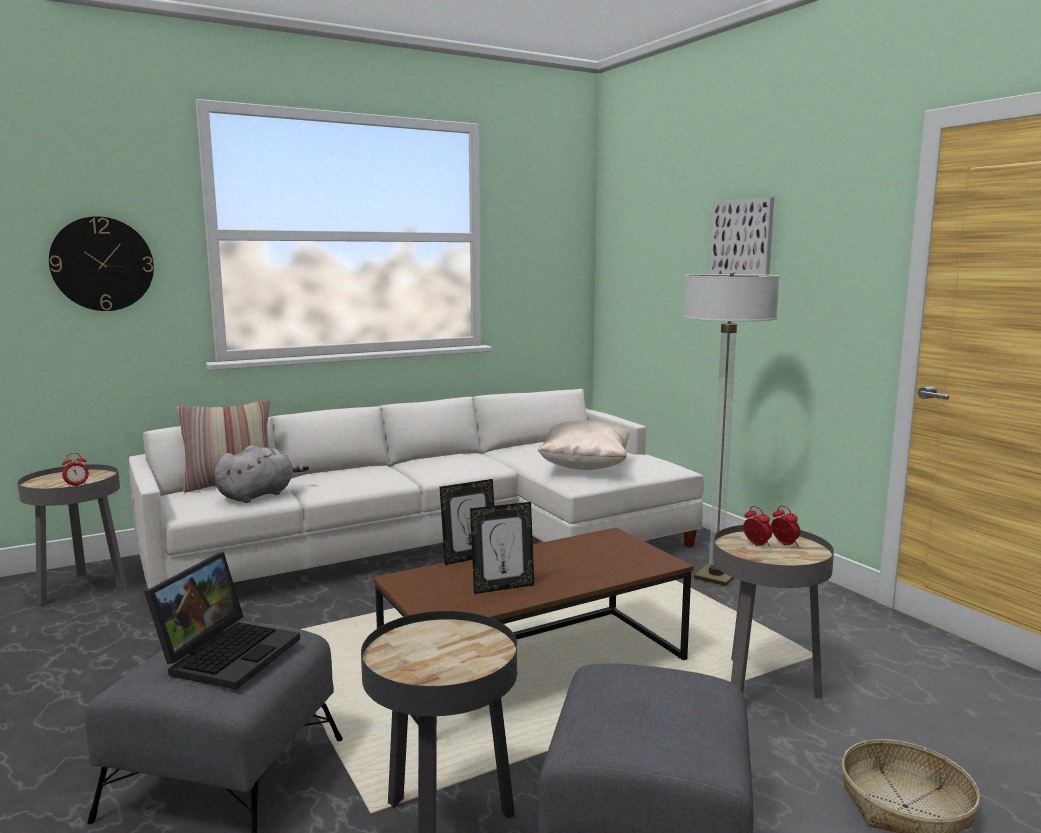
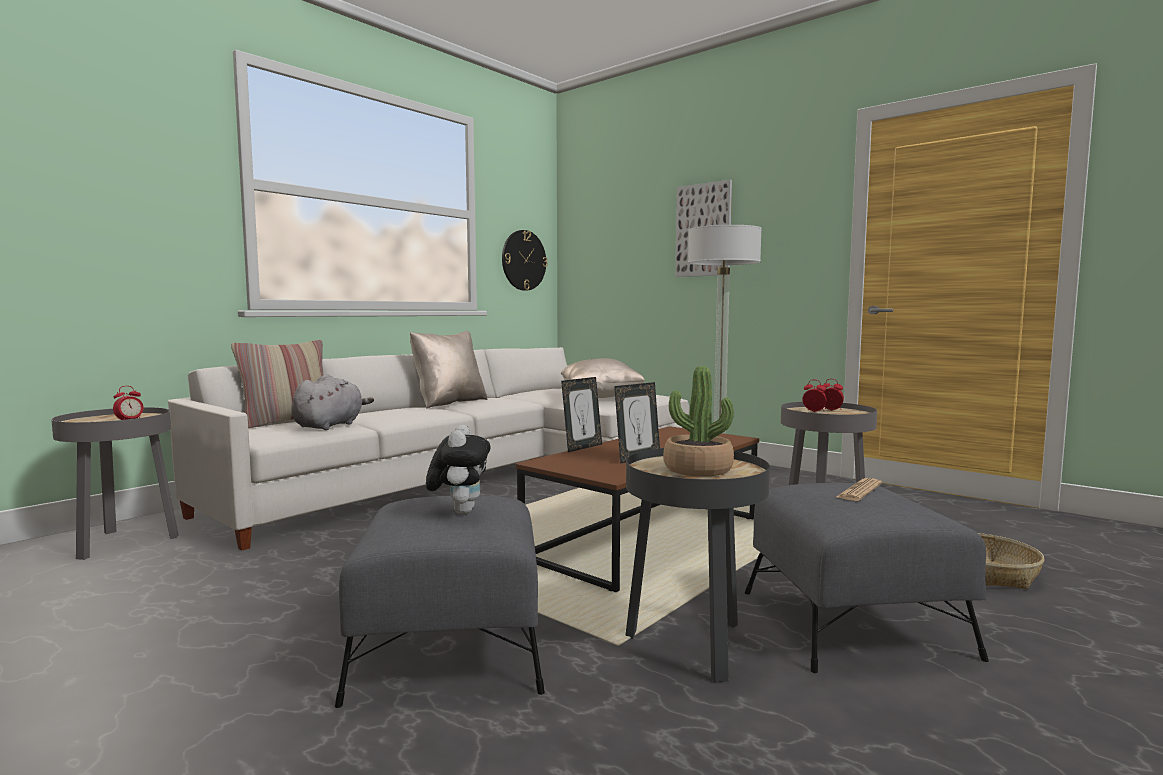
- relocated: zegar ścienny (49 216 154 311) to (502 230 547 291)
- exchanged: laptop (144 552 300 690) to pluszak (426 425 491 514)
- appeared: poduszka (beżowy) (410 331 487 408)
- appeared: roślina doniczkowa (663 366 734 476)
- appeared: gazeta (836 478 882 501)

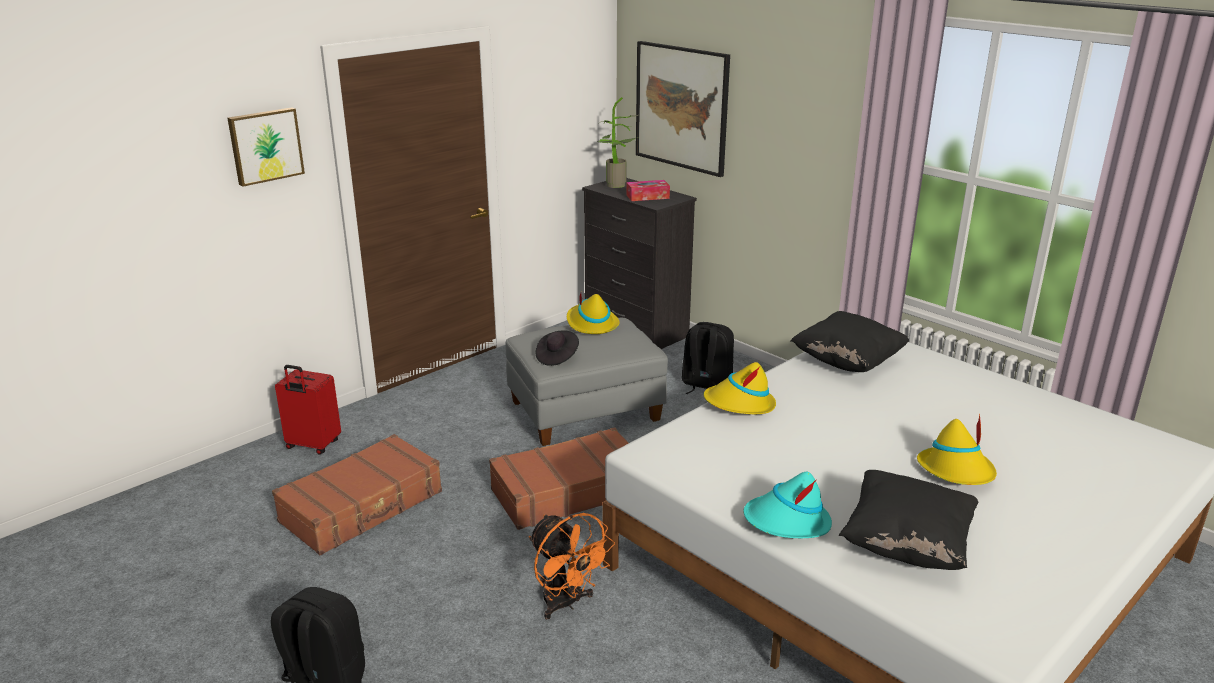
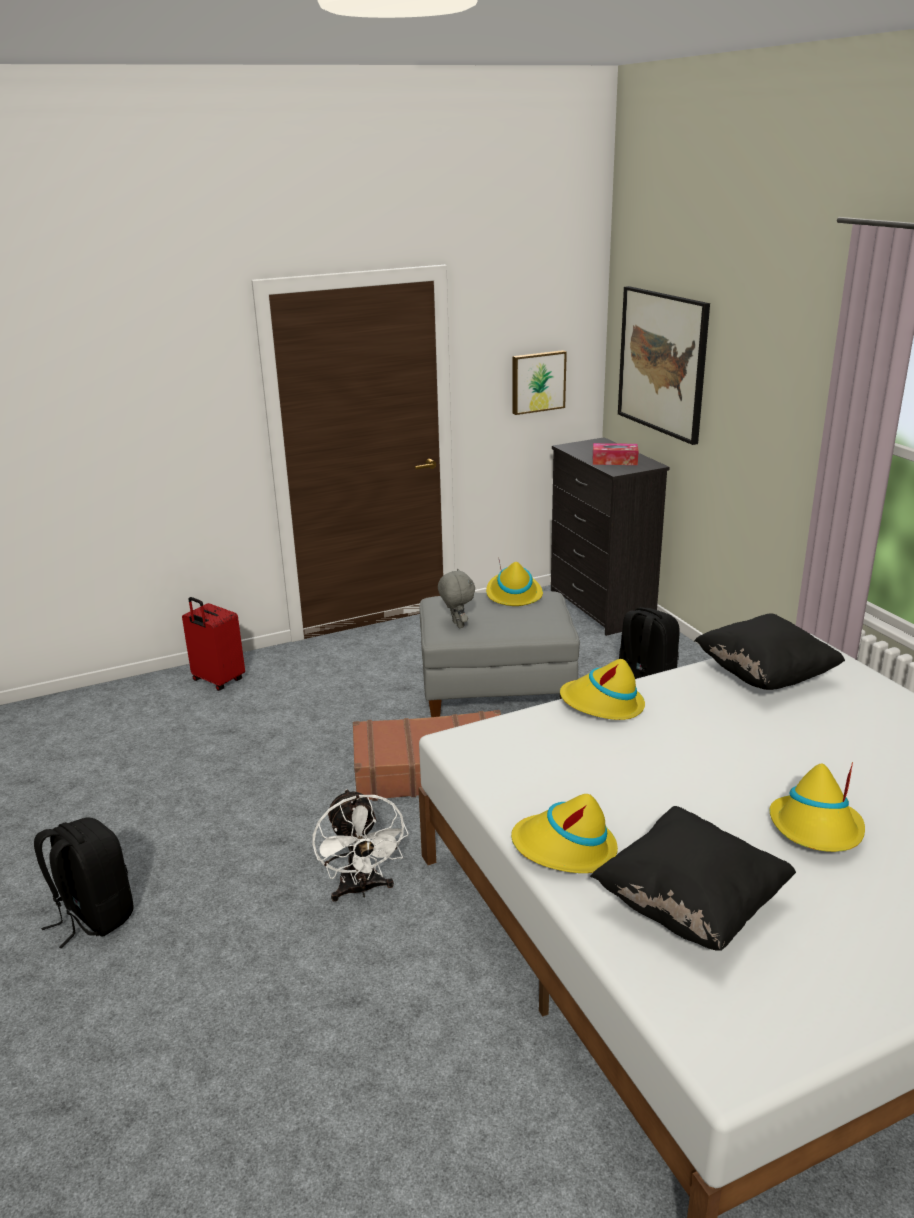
- relocated: obraz (228 107 305 187) to (512 350 567 415)
- missing: walizka (brązowy) (272 434 442 555)
- colour: wentylator (pomarańczowy) (529 513 615 619) to wentylator (biały) (312 789 409 902)
- exchanged: kapelusz (czarny) (535 331 579 366) to pluszak (szary) (438 568 475 628)
- missing: roślina doniczkowa (599 97 638 188)
- colour: kapelusz (turkusowy) (743 472 832 538) to kapelusz (żółty) (511 794 618 873)

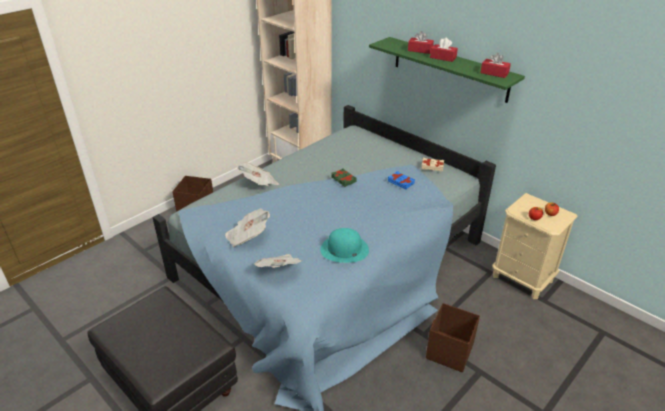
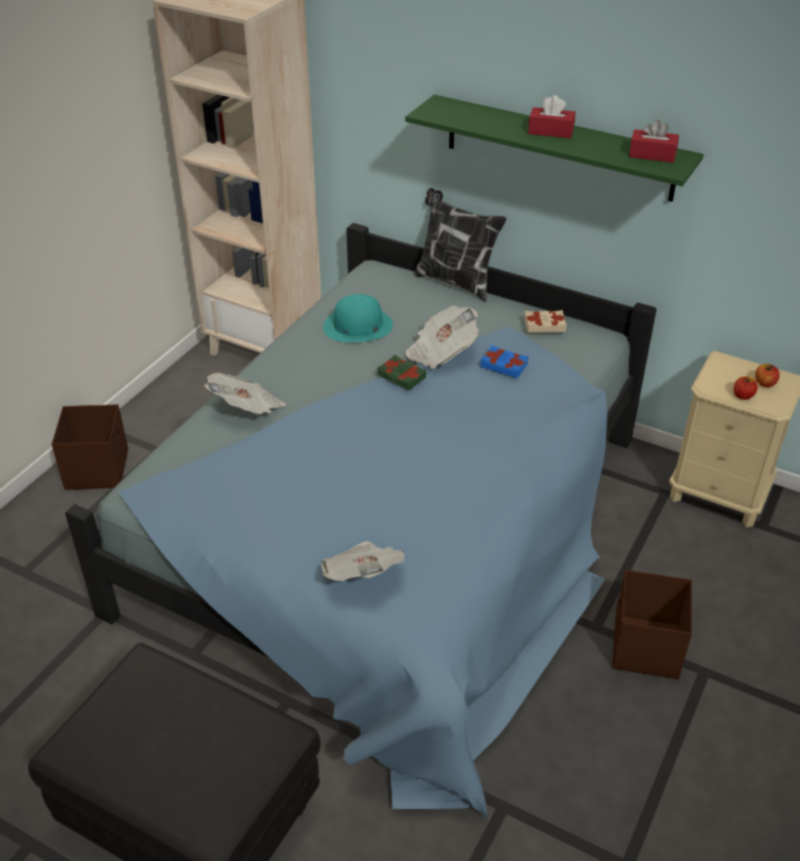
- relocated: gazeta (225 208 270 247) to (405 305 479 369)
- relocated: kapelusz (turkusowy) (320 228 369 263) to (323 294 393 342)
- missing: pudełko chusteczek (czerwony) (408 31 434 54)
- appeared: poduszka (414 188 507 302)

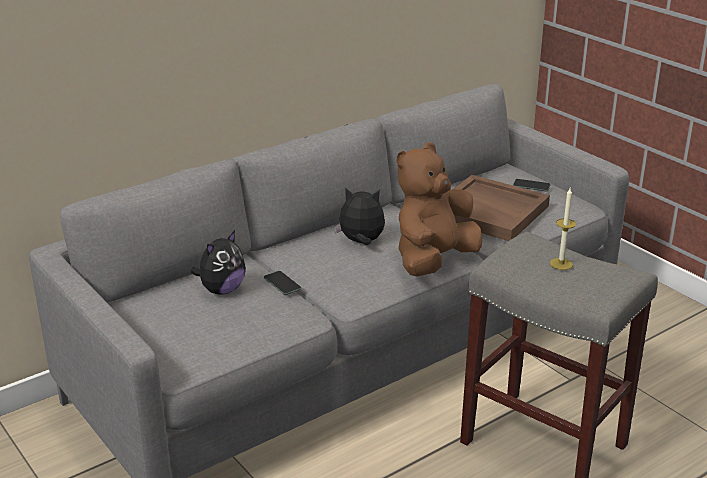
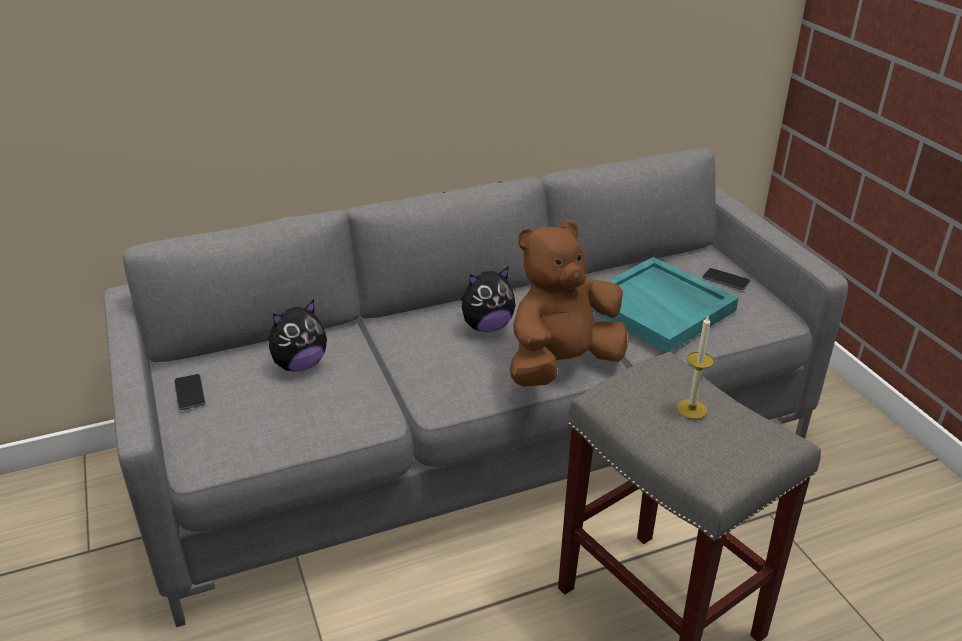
- relocated: telefon (264 271 302 295) to (174 374 205 410)
- spun: pluszak (334 187 385 245) = (461 266 516 332) 135 degrees clockwise
- colour: taca (brązowy) (453 175 550 241) to taca (turkusowy) (591 257 739 353)

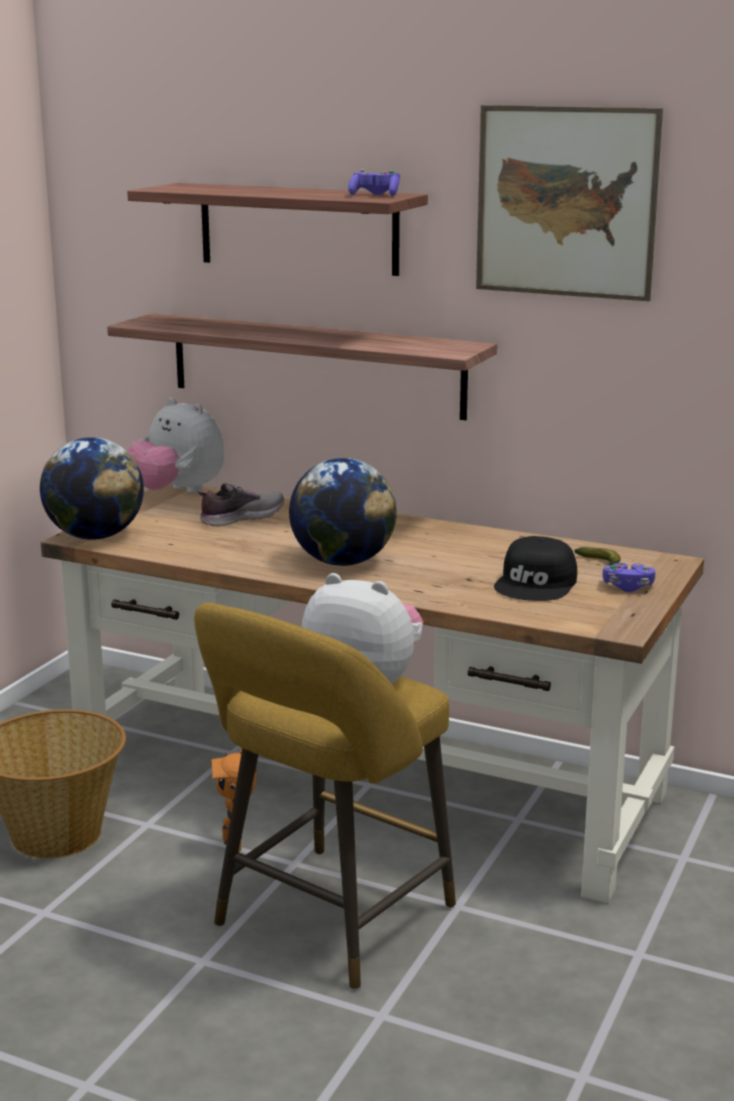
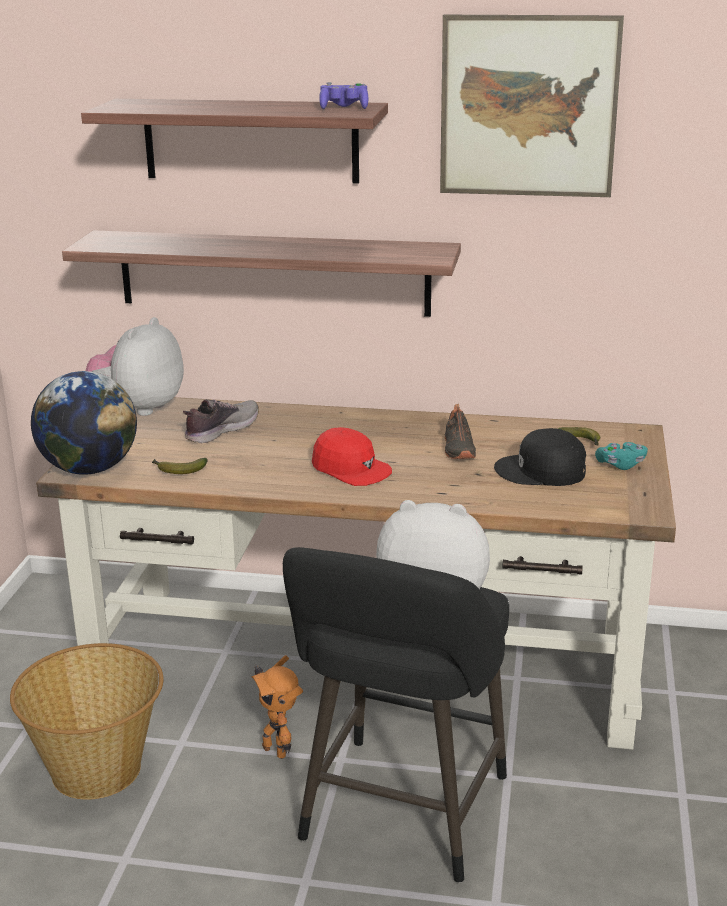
- spun: pluszak (128 398 225 494) = (85 317 184 416) 90 degrees clockwise
- colour: stołek (żółty) (194 603 456 990) to stołek (czarny) (283 547 509 883)
- exchanged: globus (289 458 397 566) to czapka z daszkiem (czerwony) (312 427 392 486)
- spun: czapka z daszkiem (czarny) (494 536 577 601) = (494 428 586 486) 90 degrees clockwise
- colour: pad do gier (fioletowy) (602 562 655 592) to pad do gier (turkusowy) (595 442 648 470)
- appeared: banan (152 458 208 474)
- appeared: but (czarny) (445 404 476 459)

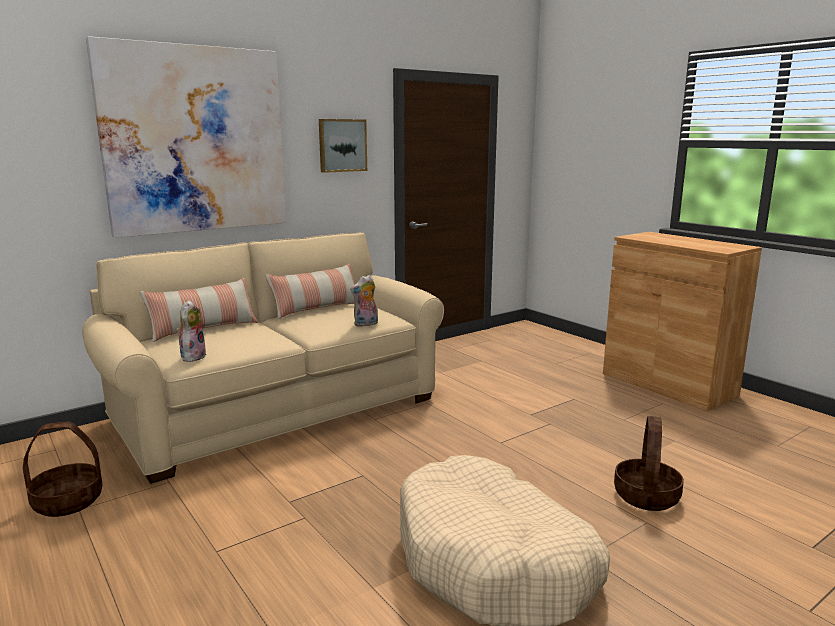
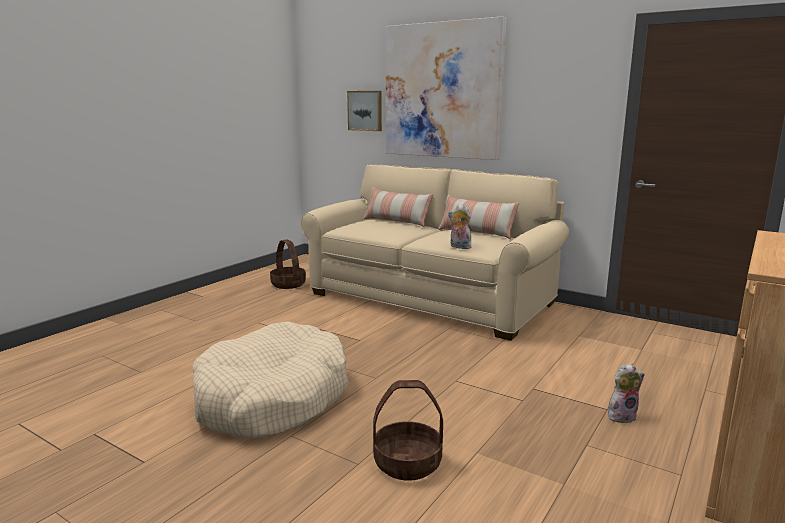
- relocated: pluszak (176 300 207 362) to (608 364 645 423)
- relocated: obraz (319 119 367 173) to (347 91 382 131)

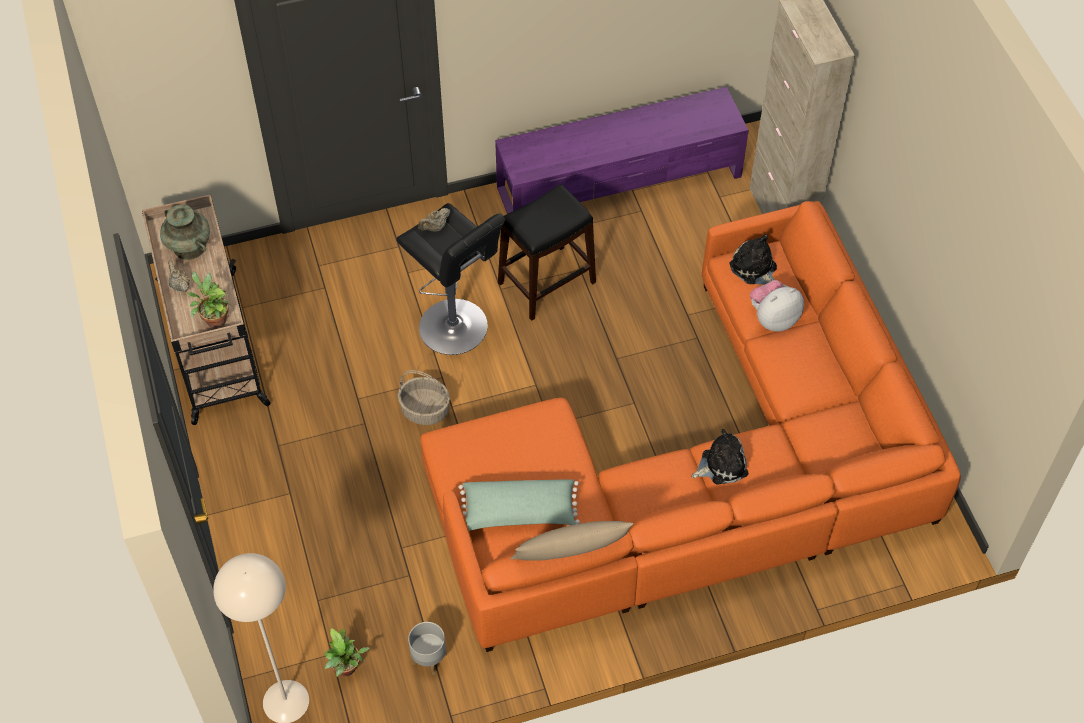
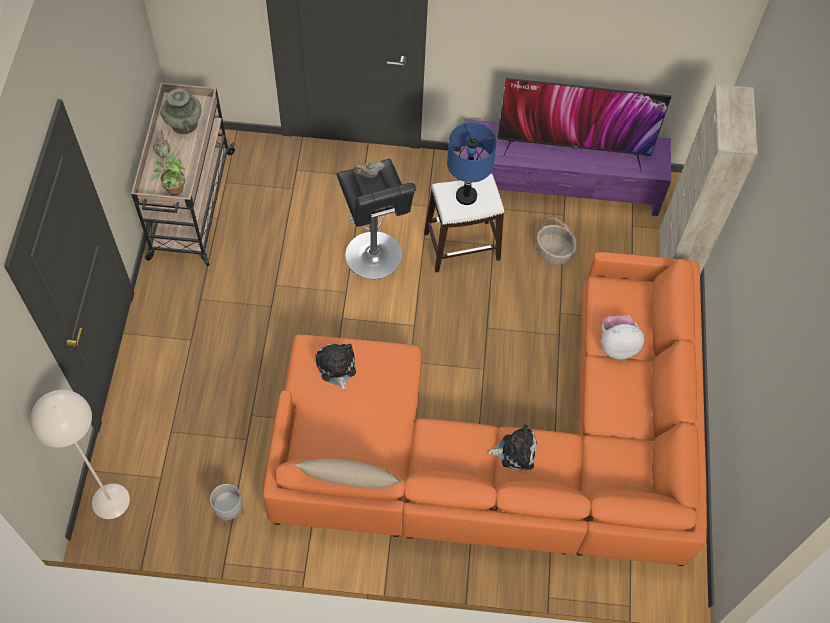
- missing: roślina doniczkowa (324 628 370 677)
- relocated: koszyk (397 370 450 425) to (537 217 577 265)
- missing: poduszka (zielony) (458 479 580 531)
- colour: stołek (czarny) (498 184 596 321) to stołek (biały) (424 174 504 273)
- relocated: pluszak (730 234 777 285) to (316 344 356 391)
- appeared: lampa stołowa (niebieski) (447 122 497 205)
- appeared: telewizor (497 78 671 172)

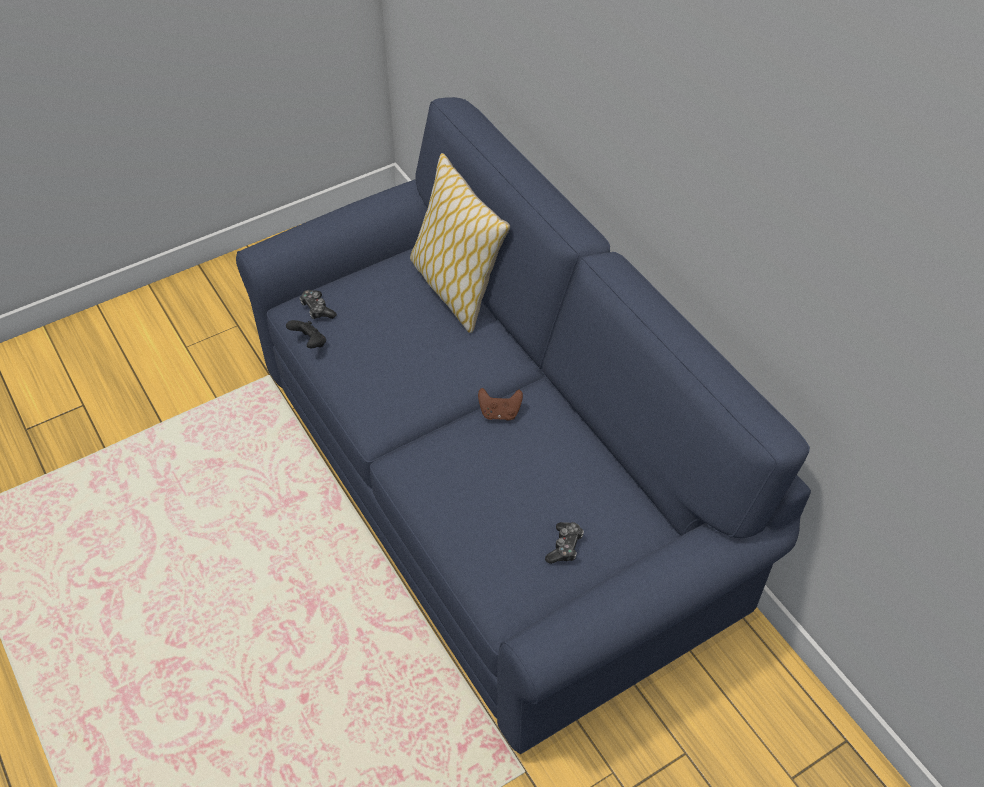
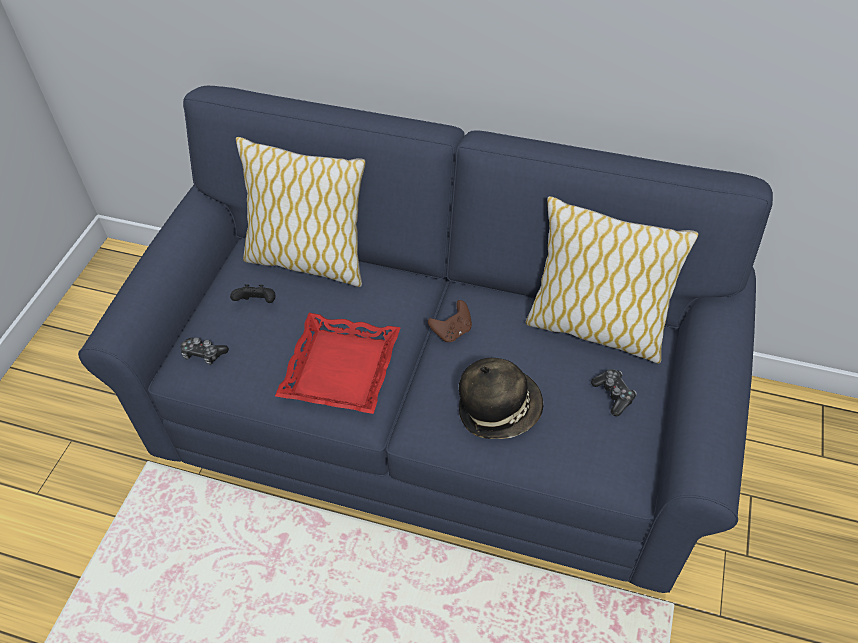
- relocated: pad do gier (czarny) (286 320 326 348) to (230 284 275 303)
- appeared: taca (czerwony) (275 313 401 414)
- appeared: kapelusz (459 358 543 439)
- appeared: poduszka (526 196 698 364)

